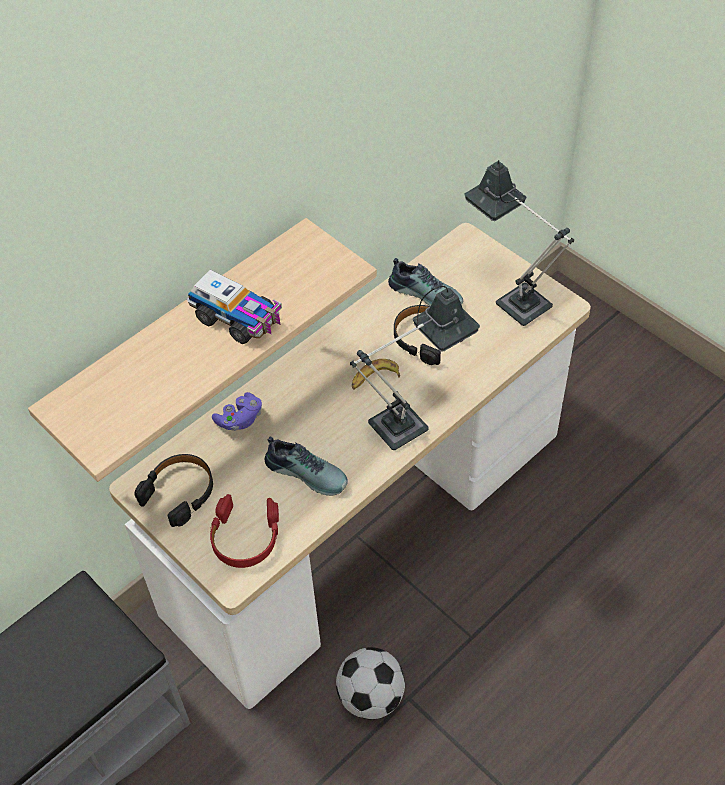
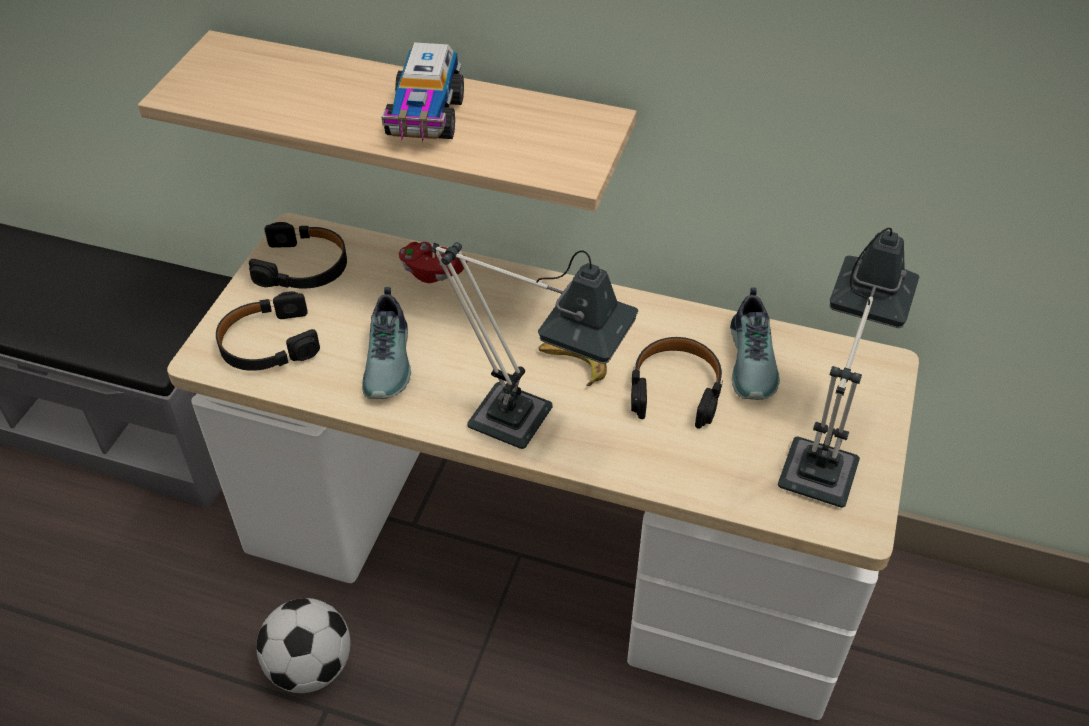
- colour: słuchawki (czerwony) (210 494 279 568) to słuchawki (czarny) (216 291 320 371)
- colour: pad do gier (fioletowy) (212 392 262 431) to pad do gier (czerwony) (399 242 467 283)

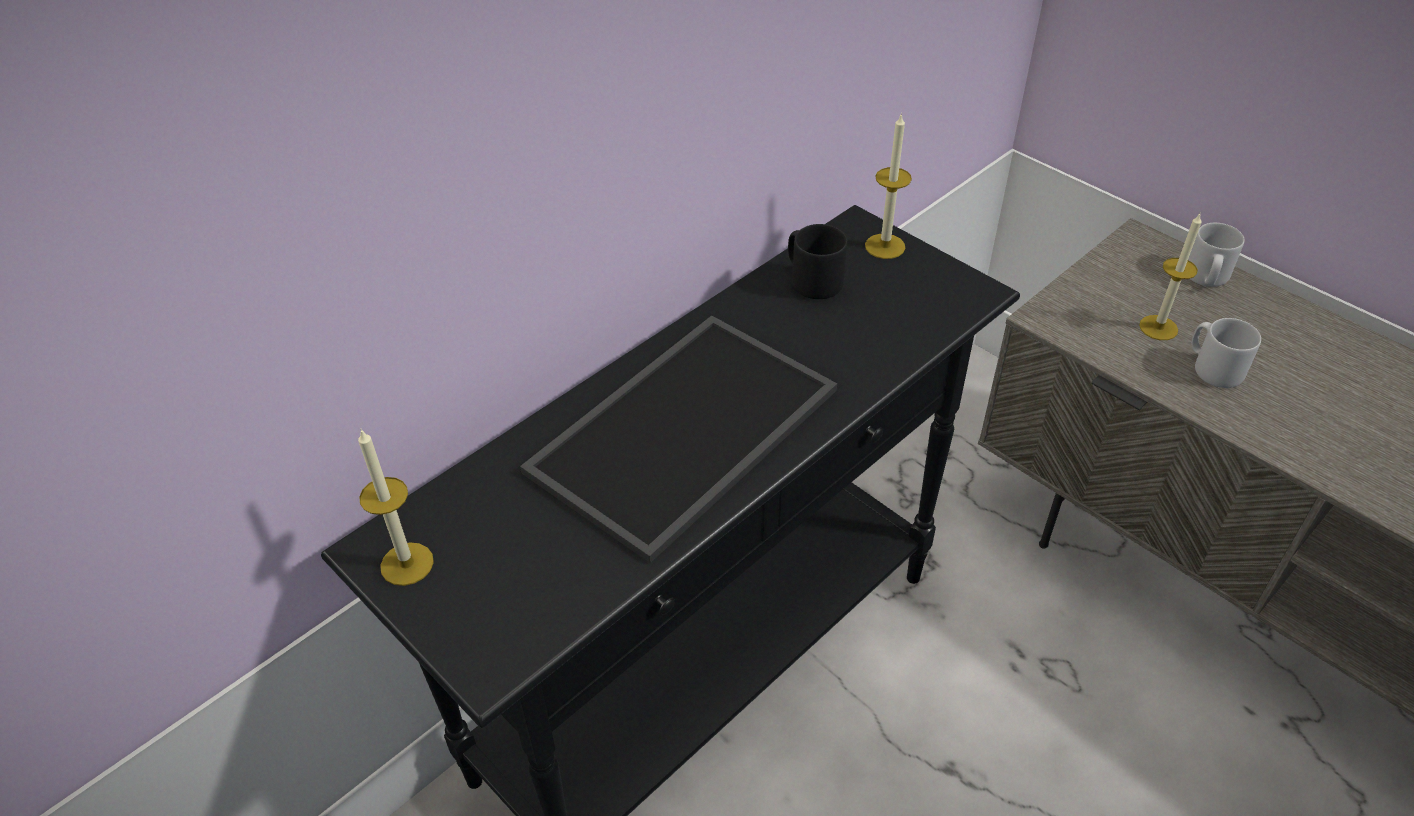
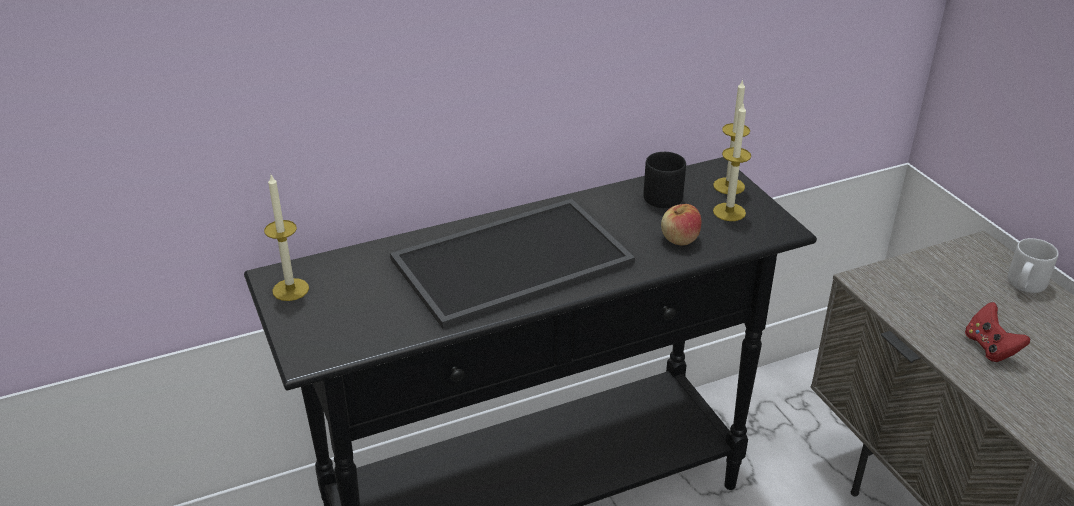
- relocated: świeca (1139 214 1202 340) to (713 104 751 221)
- exchanged: kubek (szary) (1192 318 1261 388) to pad do gier (czerwony) (965 302 1030 362)
- appeared: jabłko (661 204 701 245)

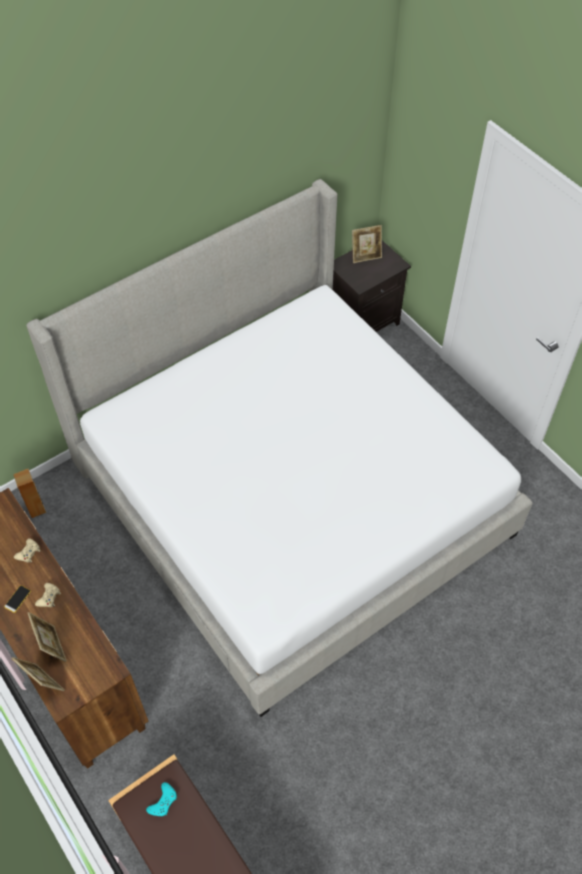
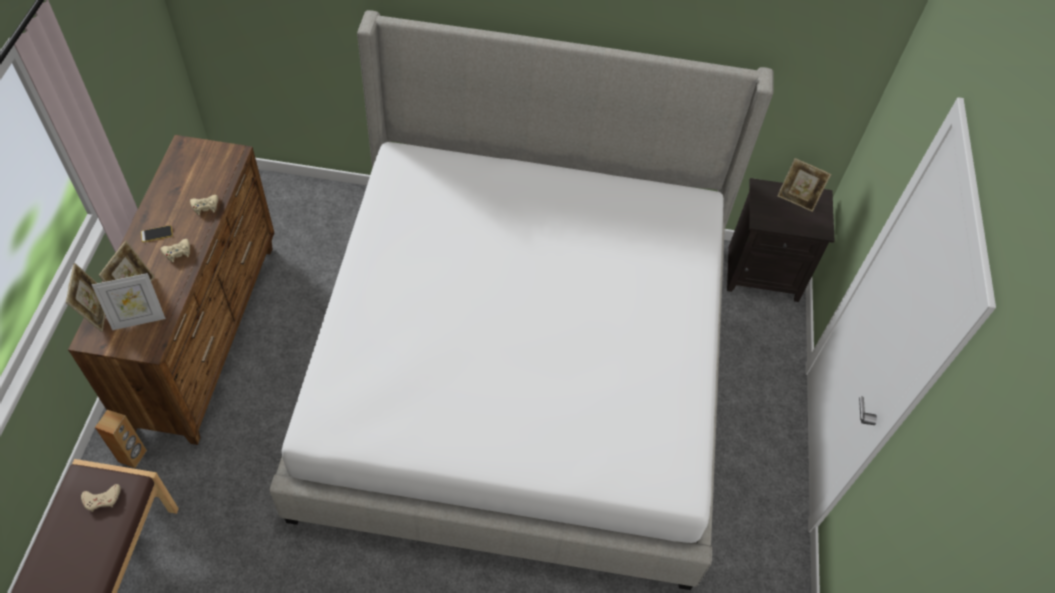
- relocated: głośnik (brązowy) (13 469 46 518) to (95 410 147 468)
- colour: pad do gier (turkusowy) (146 782 177 816) to pad do gier (beżowy) (81 484 121 512)
- appeared: ramka na zdjęcie (92 273 166 330)

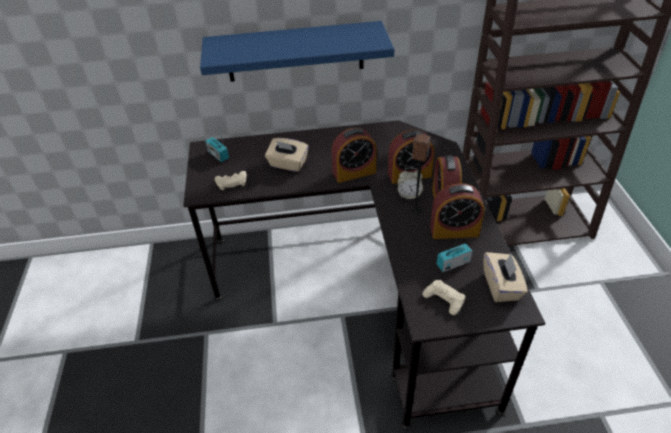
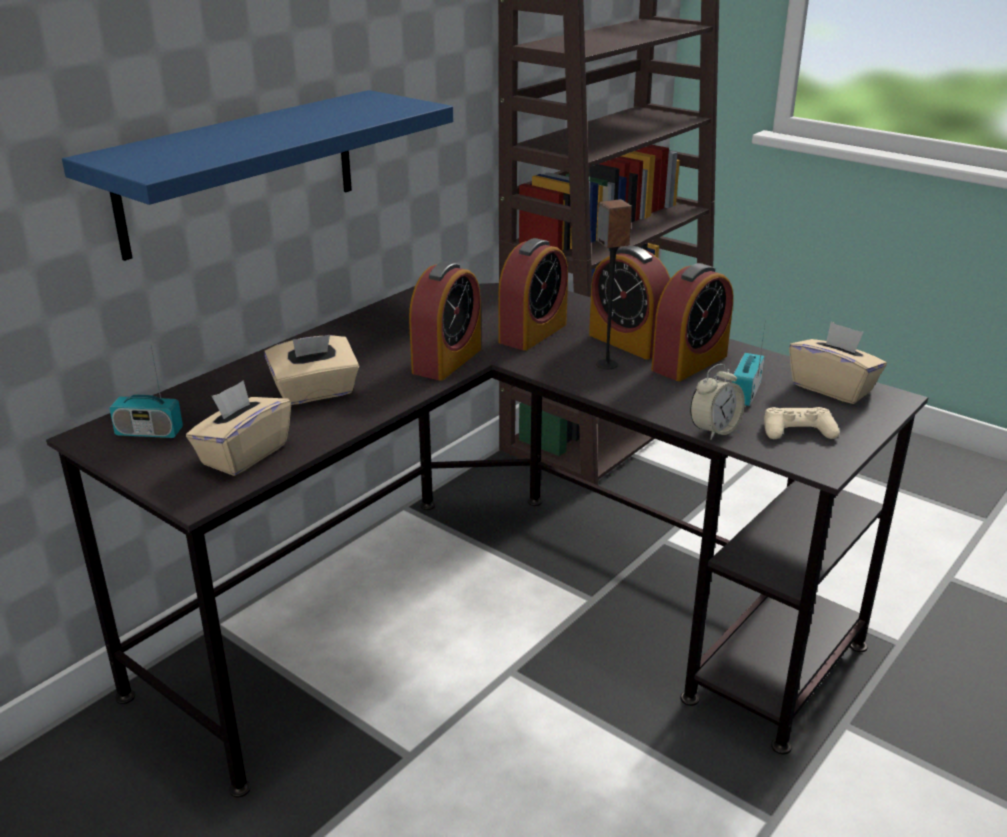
- exchanged: pad do gier (beżowy) (215 171 247 190) to pudełko chusteczek (beżowy) (186 380 291 476)
- relocated: budzik (398 168 423 199) to (690 364 745 440)

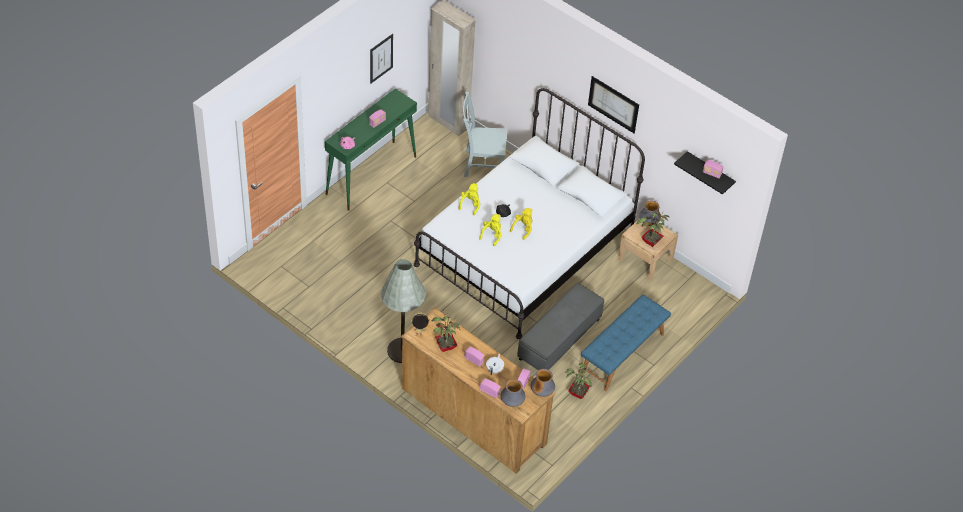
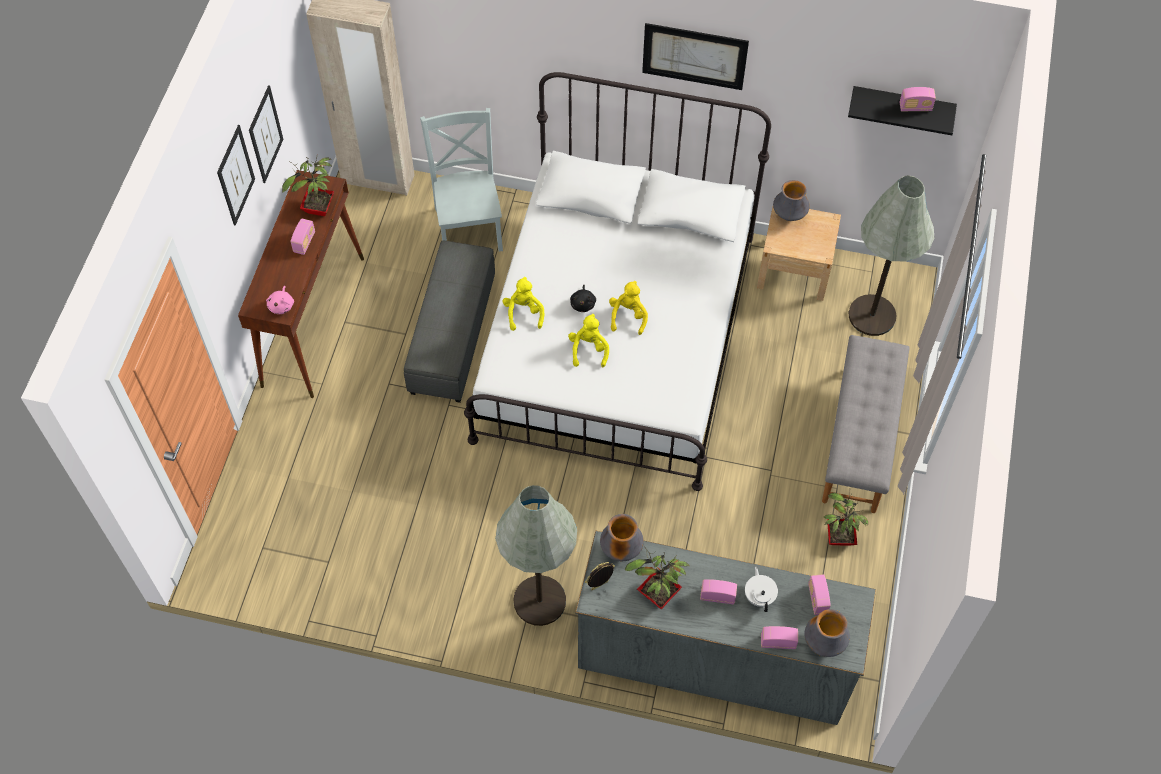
- colour: stolik konsolowy (zielony) (325 88 417 211) to stolik konsolowy (brązowy) (238 170 364 398)
- colour: komoda (brązowy) (401 307 555 474) to komoda (szary) (575 531 876 725)
- spun: krzesło (szary) (463 92 507 177) = (420 108 503 252) 105 degrees clockwise
- relocated: pufa (szary) (517 283 604 370) to (404 241 495 403)
- relocated: wazon (531 369 555 397) to (600 514 644 561)
- colour: ławka (niebieski) (581 295 671 391) to ławka (szary) (822 335 910 513)
- relocated: roślina doniczkowa (636 211 670 247) to (282 157 334 216)
- appeared: obraz (217 125 255 226)
- appeared: lampa stojąca (szary) (849 175 934 336)

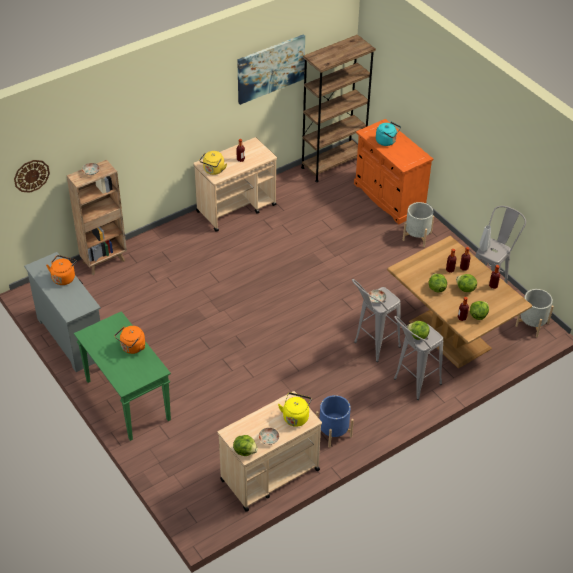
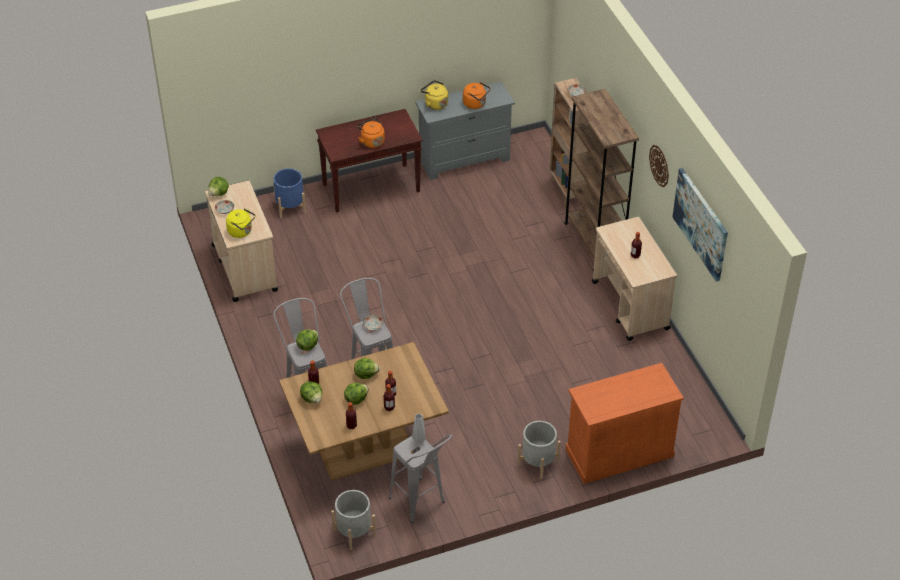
- relocated: zegar ścienny (14 160 50 193) to (649 145 669 187)
- colour: stolik konsolowy (zielony) (74 311 171 441) to stolik konsolowy (brązowy) (316 109 423 213)
- relocated: czajnik (żółty) (199 151 227 175) to (420 80 448 110)
- relocated: regał (brązowy) (301 35 376 182) to (564 89 639 271)
- relocated: donica (niebieski) (316 395 354 448) to (273 168 306 218)
- missing: czajnik (turkusowy) (376 122 401 146)

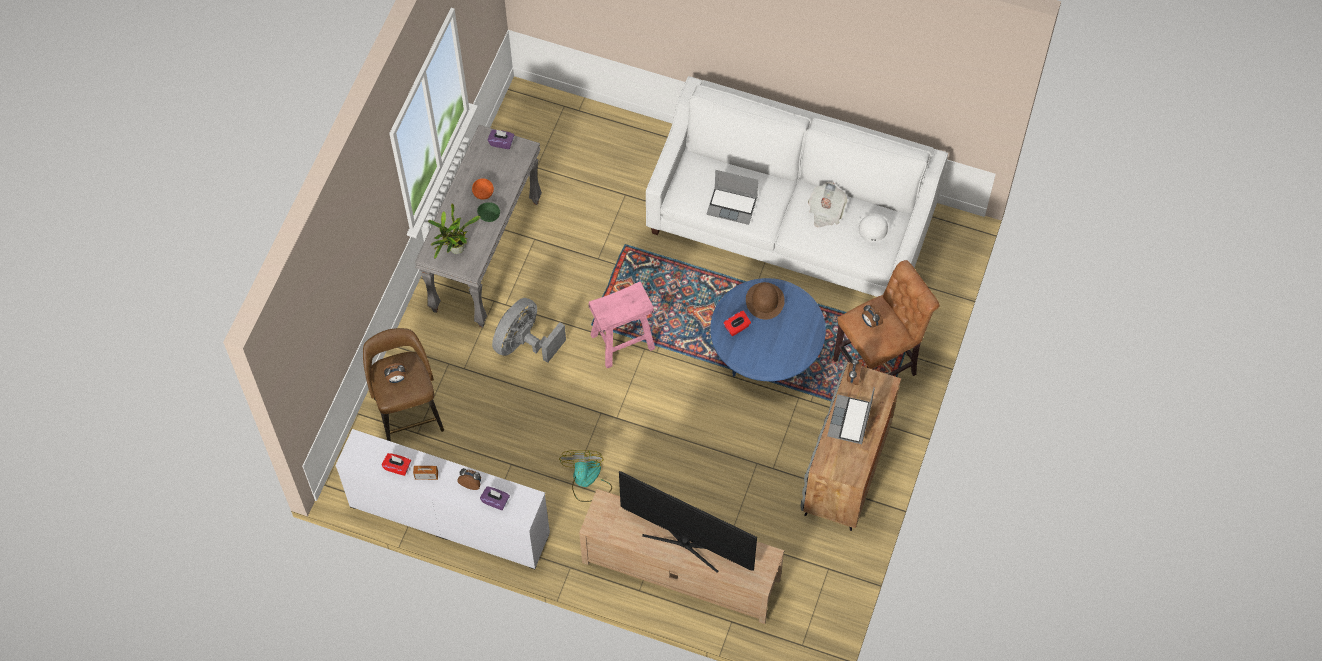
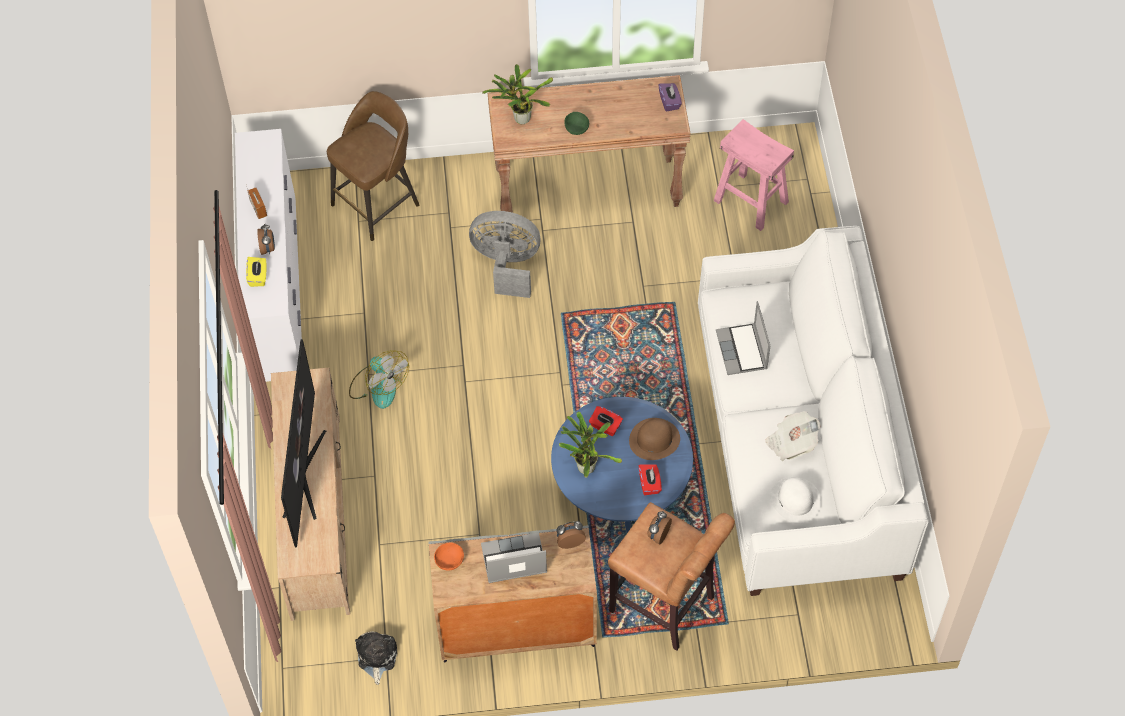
- relocated: pudełko chusteczek (czerwony) (382 453 411 476) to (639 464 662 495)
- missing: budzik (383 363 406 383)
- colour: stolik konsolowy (szary) (415 125 542 328) to stolik konsolowy (brązowy) (488 75 691 213)
- relocated: miska (pomarańczowy) (472 178 494 200) to (434 542 464 571)
- colour: pudełko chusteczek (fioletowy) (480 486 510 510) to pudełko chusteczek (żółty) (246 257 266 287)
- spun: wentylator (559 450 612 502) = (349 350 409 409) 75 degrees clockwise
- relocated: stołek (różowy) (589 281 655 368) to (714 119 794 231)
- appeared: pluszak (355 632 397 685)
- appeared: roślina doniczkowa (559 412 622 477)

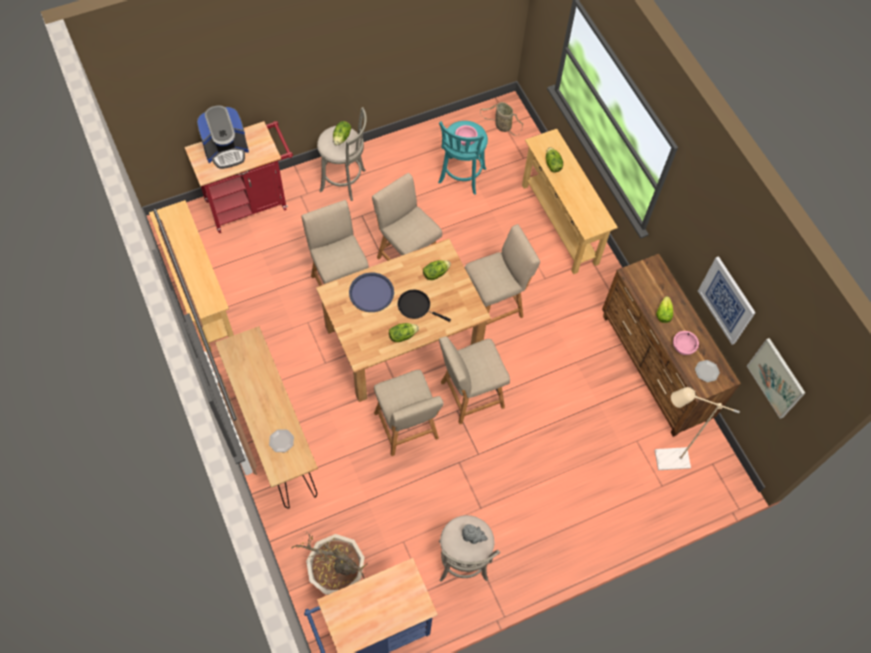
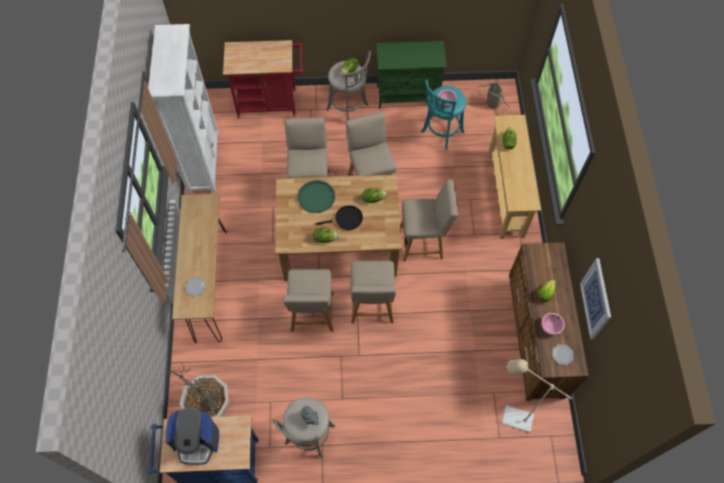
- exchanged: stolik konsolowy (beżowy) (149 200 234 352) to regał (biały) (148 24 219 194)
- relocated: ekspres do kawy (197 105 249 169) to (166 407 219 465)
- colour: taca (niebieski) (349 272 394 312) to taca (zielony) (298 180 335 213)
- spun: patelnia (czarny) (398 290 451 322) = (315 205 363 230) 120 degrees clockwise
- spun: krzesło (beżowy) (439 336 510 424) = (351 261 396 323) 90 degrees counterclockwise
- missing: obraz (747 338 805 419)
- appeared: szafka (zielony) (376 41 447 109)

